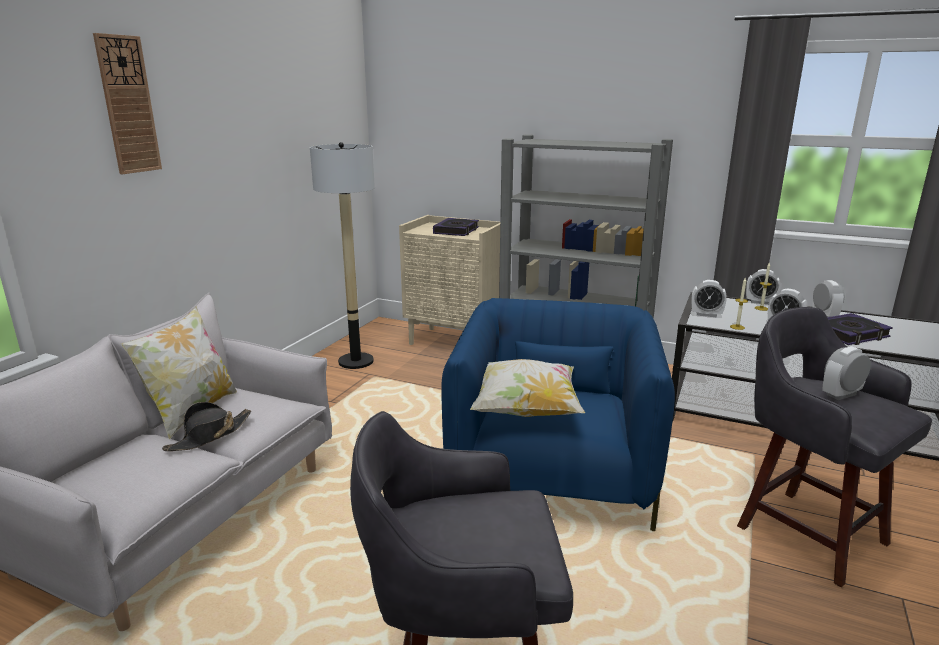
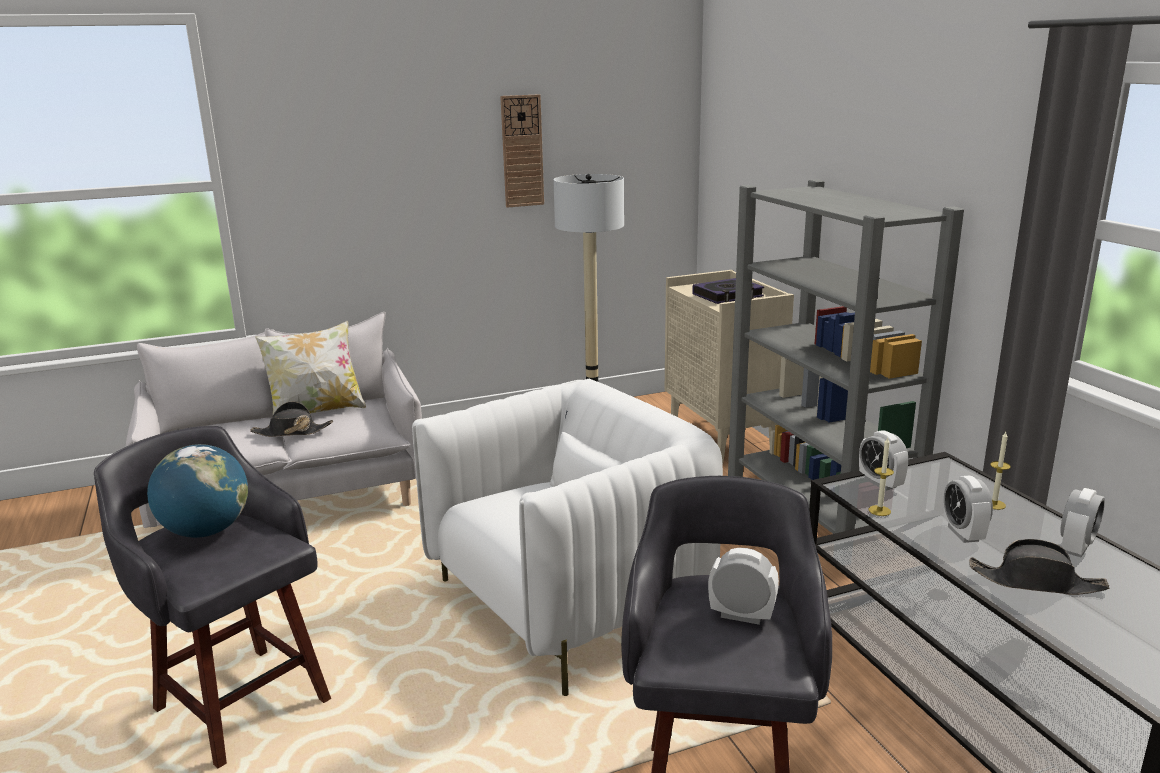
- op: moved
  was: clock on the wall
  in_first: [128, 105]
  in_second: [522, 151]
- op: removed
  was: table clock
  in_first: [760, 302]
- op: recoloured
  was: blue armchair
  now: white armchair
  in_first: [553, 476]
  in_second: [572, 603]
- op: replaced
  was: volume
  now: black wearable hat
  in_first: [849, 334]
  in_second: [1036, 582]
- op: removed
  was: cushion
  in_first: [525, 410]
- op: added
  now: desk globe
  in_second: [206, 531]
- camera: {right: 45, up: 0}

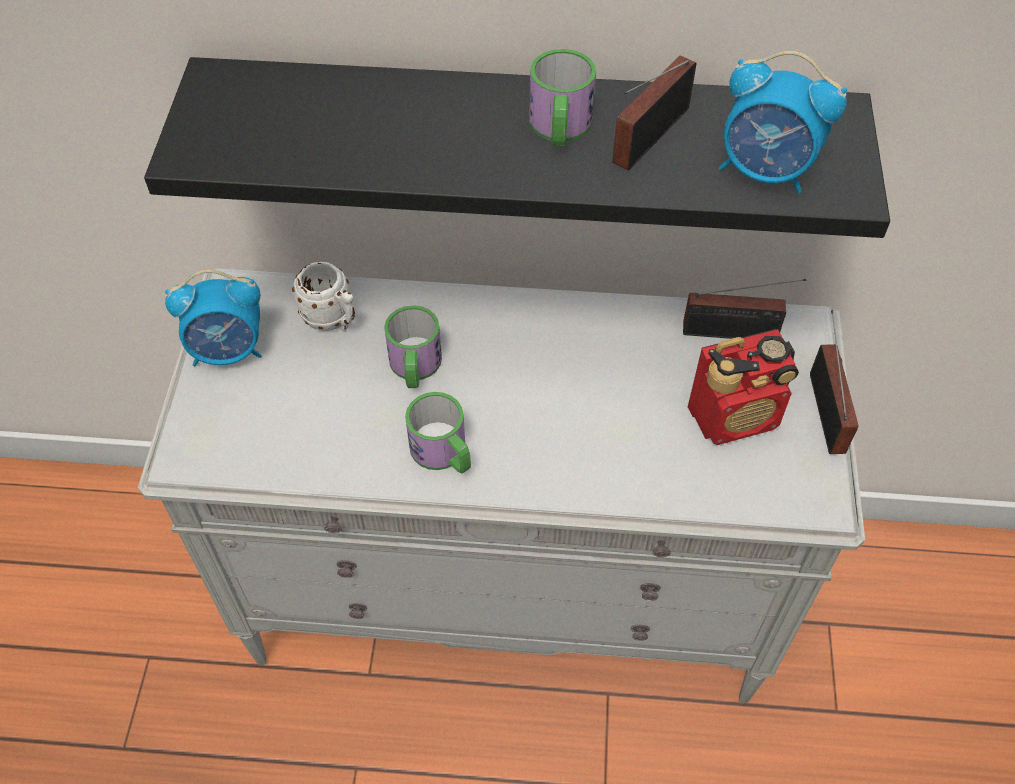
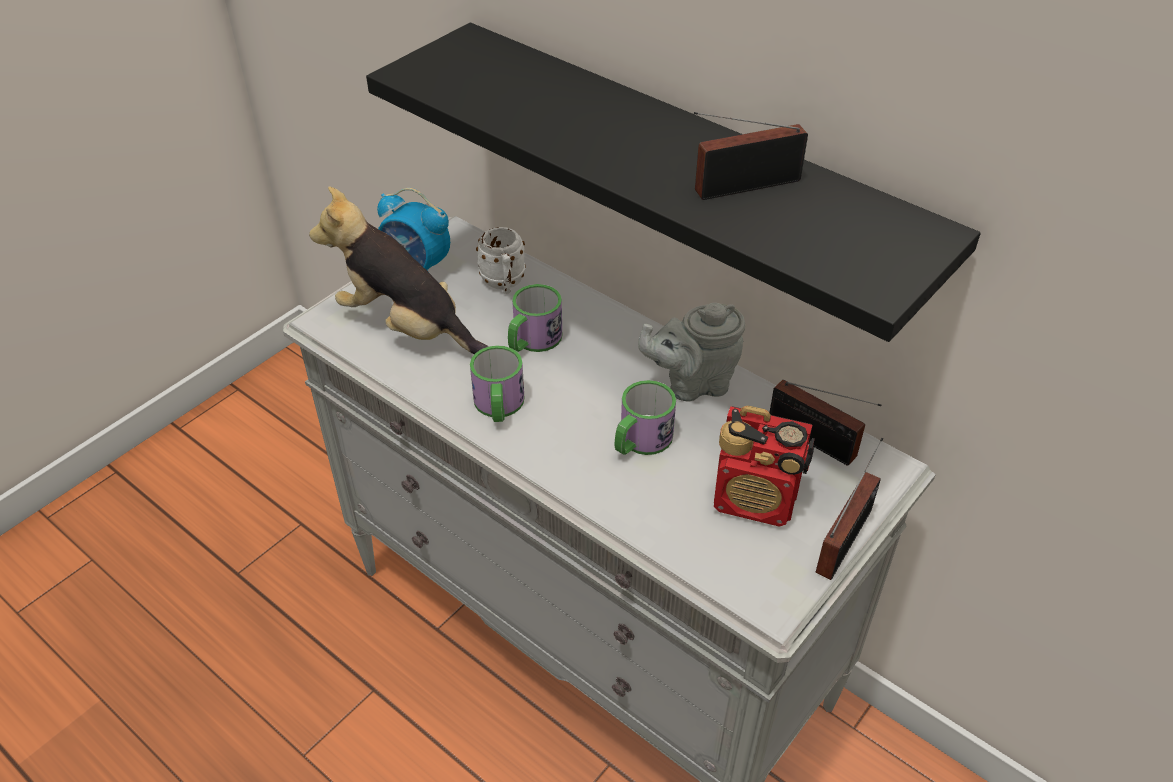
- op: moved
  was: tea mug
  in_first: [559, 129]
  in_second: [640, 441]
- op: removed
  was: table clock
  in_first: [765, 171]
- op: added
  now: plush toy
  in_second: [407, 327]
- op: added
  now: grey tea pot
  in_second: [692, 383]
- camera: {right: 35, up: -10}

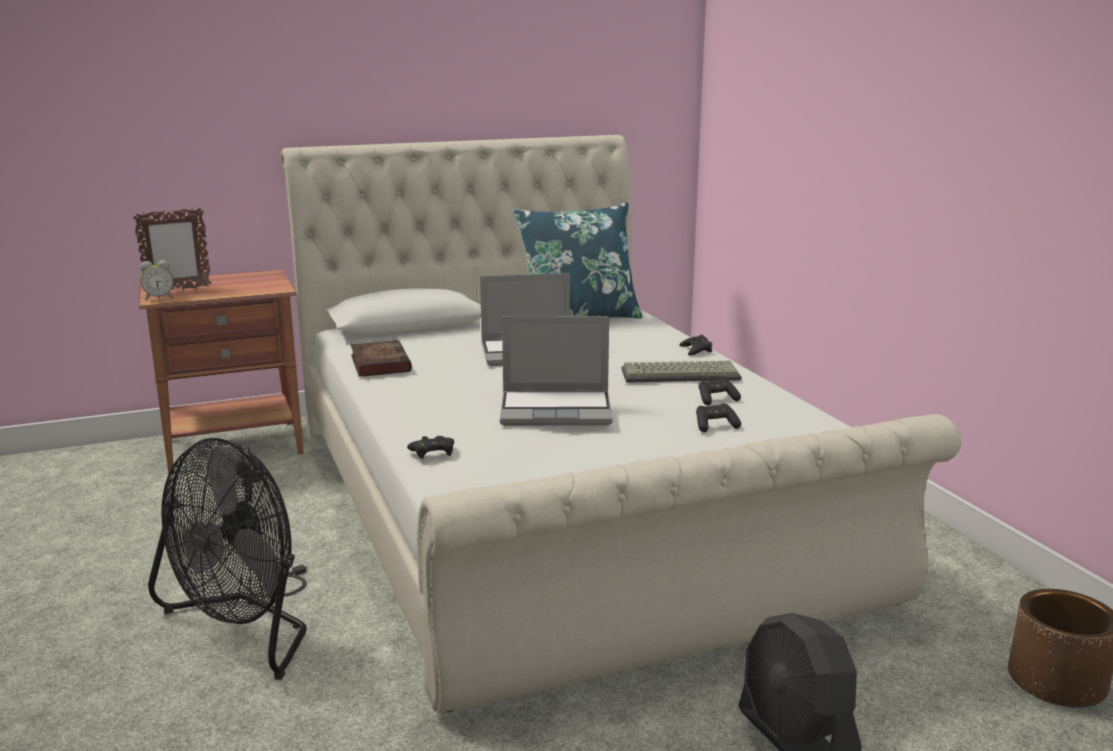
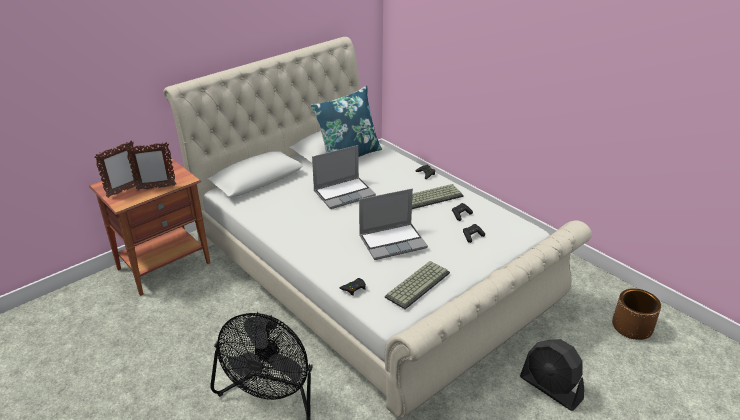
- op: removed
  was: table clock
  in_first: [159, 298]
- op: removed
  was: volume
  in_first: [379, 363]
- op: added
  now: photo frame
  in_second: [156, 187]
- op: added
  now: computer keyboard
  in_second: [417, 284]
- camera: {right: -20, up: 15}

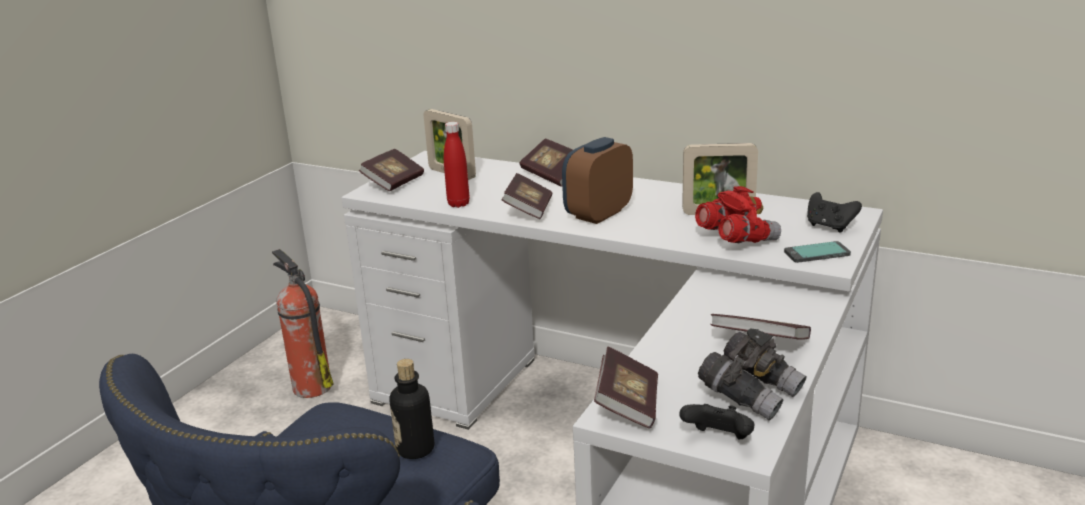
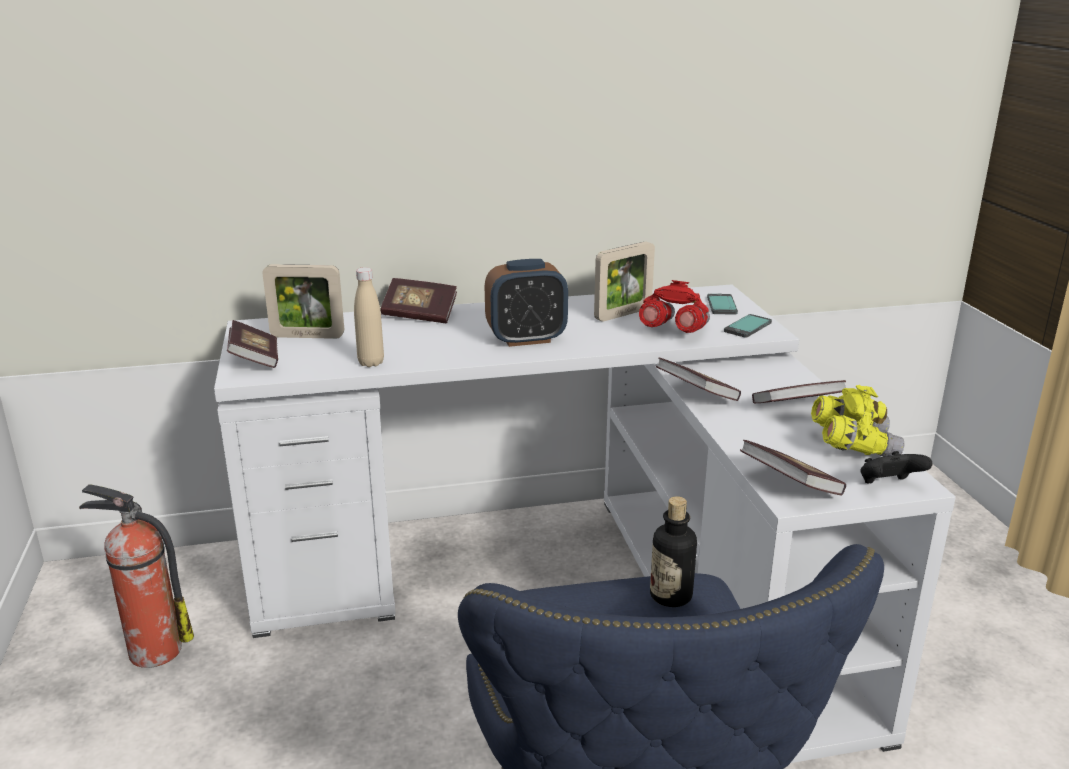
- op: recoloured
  was: red-coloured drink bottle
  now: beige drink bottle
  in_first: [458, 204]
  in_second: [371, 363]
- op: turned
  was: table clock
  in_first: [598, 214]
  in_second: [526, 339]
  clockwise: -105
- op: moved
  was: volume
  in_first: [528, 210]
  in_second: [696, 395]
- op: replaced
  was: black joypad
  now: phone
  in_first: [829, 226]
  in_second: [721, 305]
- op: recoloured
  was: grey pair of binoculars
  now: yellow-coloured pair of binoculars
  in_first: [751, 394]
  in_second: [852, 446]
- camera: {right: -40, up: 0}

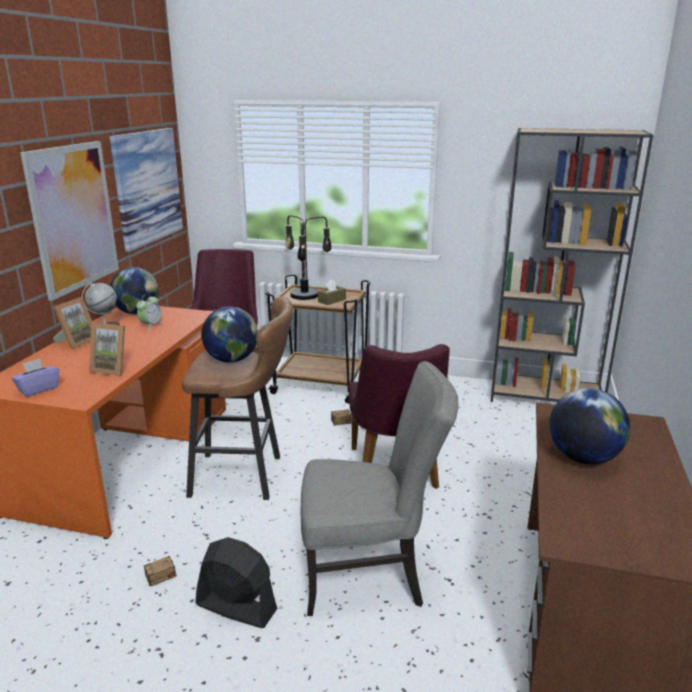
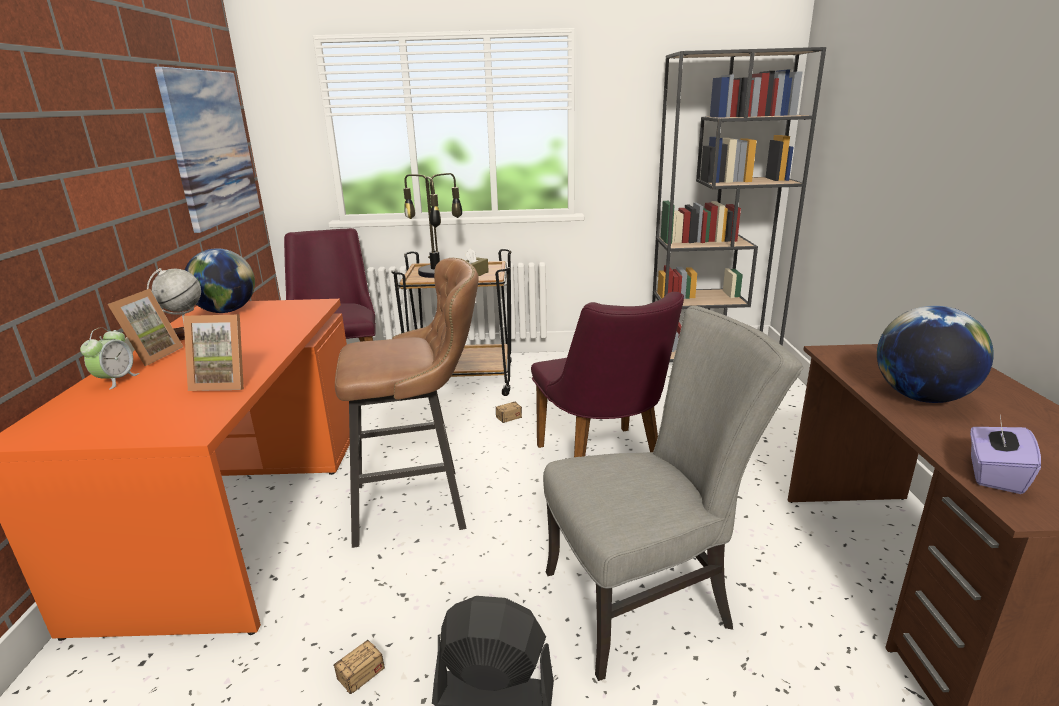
- op: removed
  was: wall art
  in_first: [73, 217]
- op: moved
  was: table clock
  in_first: [151, 325]
  in_second: [116, 380]
- op: removed
  was: desk globe
  in_first: [231, 360]
- op: moved
  was: purple-coloured box of tissues
  in_first: [38, 389]
  in_second: [994, 474]
- camera: {right: -15, up: 0}

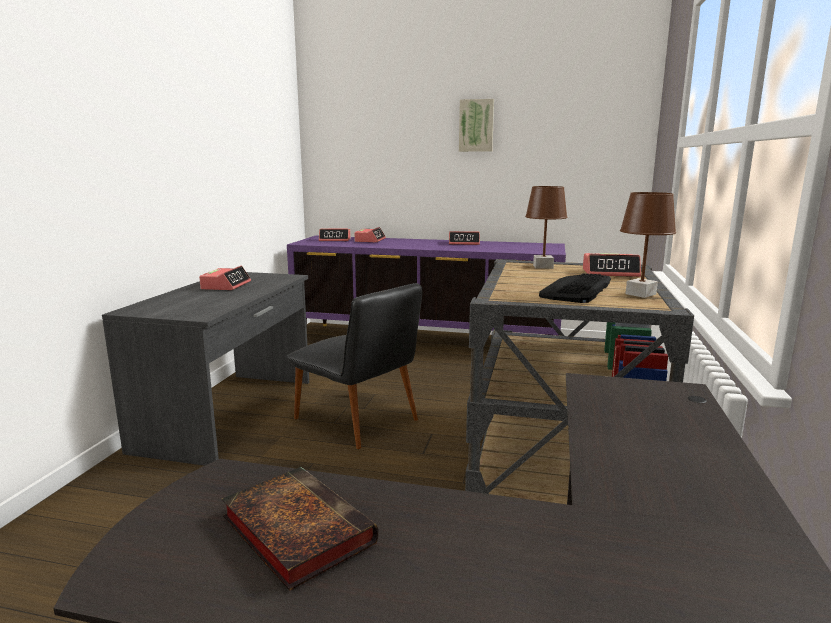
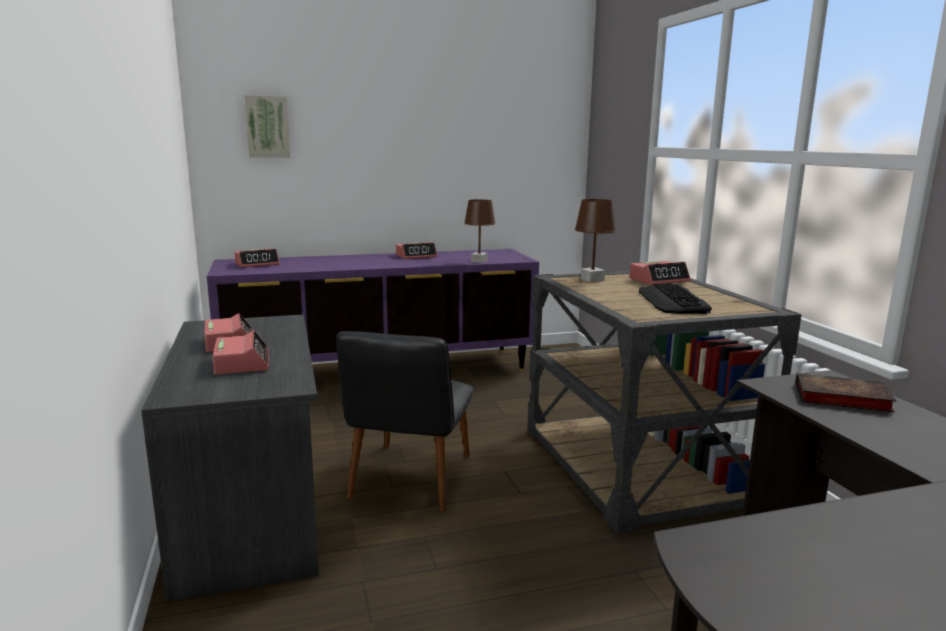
- op: moved
  was: wall art
  in_first: [476, 125]
  in_second: [267, 127]
- op: moved
  was: brownish lamp for a table
  in_first: [640, 294]
  in_second: [479, 261]
- op: moved
  was: table clock
  in_first: [370, 240]
  in_second: [242, 363]
- op: turned
  was: black plain chair
  in_first: [356, 419]
  in_second: [411, 476]
  clockwise: 90
- op: moved
  was: volume
  in_first: [293, 529]
  in_second: [839, 398]
- camera: {right: -30, up: 0}

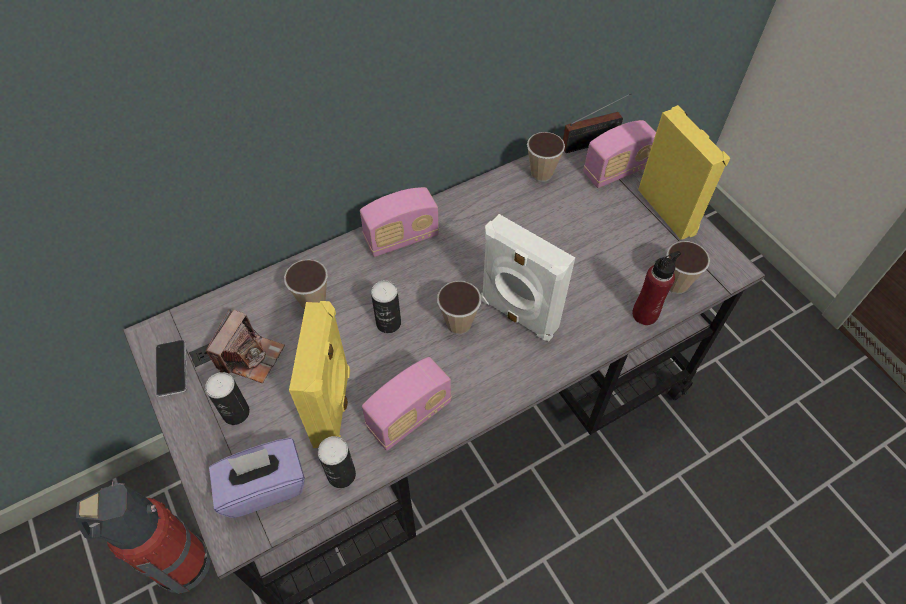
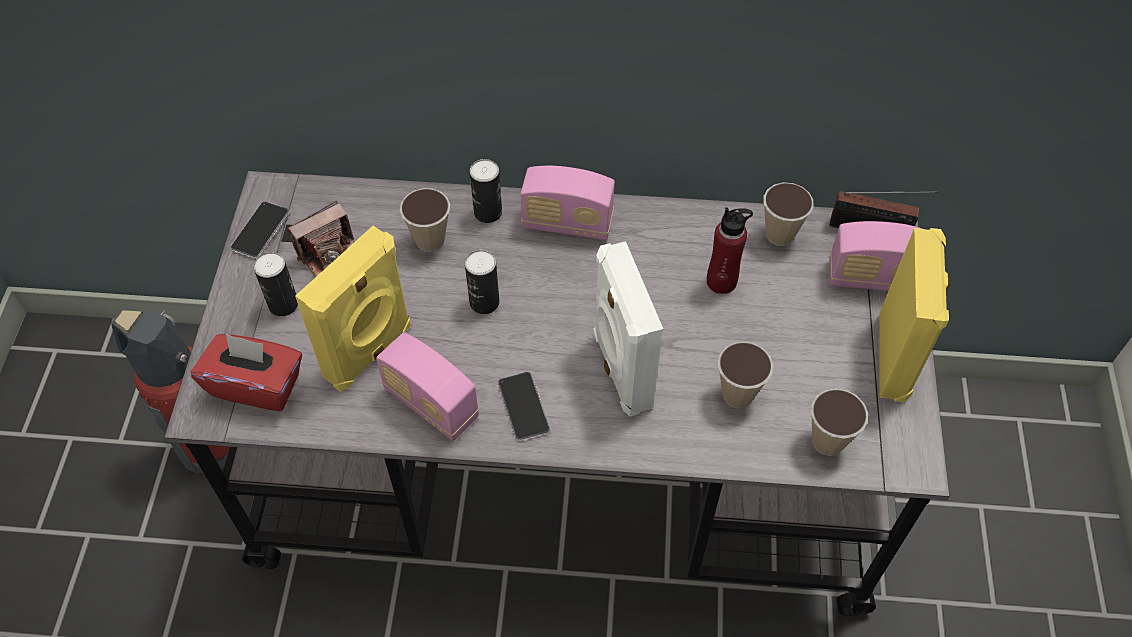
- op: moved
  was: red-coloured drink bottle
  in_first: [645, 314]
  in_second: [721, 281]
- op: moved
  was: drinking cup
  in_first: [458, 324]
  in_second: [738, 394]
- op: turned
  was: radio receiver
  in_first: [409, 416]
  in_second: [431, 404]
  clockwise: 45
- op: moved
  was: sealed can
  in_first: [341, 474]
  in_second: [488, 212]
- op: recoloured
  was: purple-coloured box of tissues
  now: red-coloured box of tissues
  in_first: [264, 486]
  in_second: [257, 385]
- op: added
  now: phone
  in_second: [523, 407]
- camera: {right: 35, up: 0}

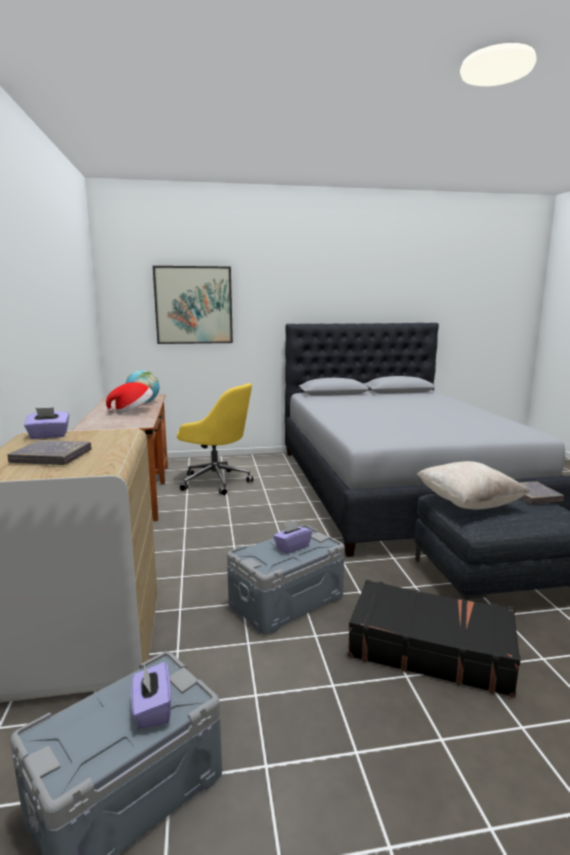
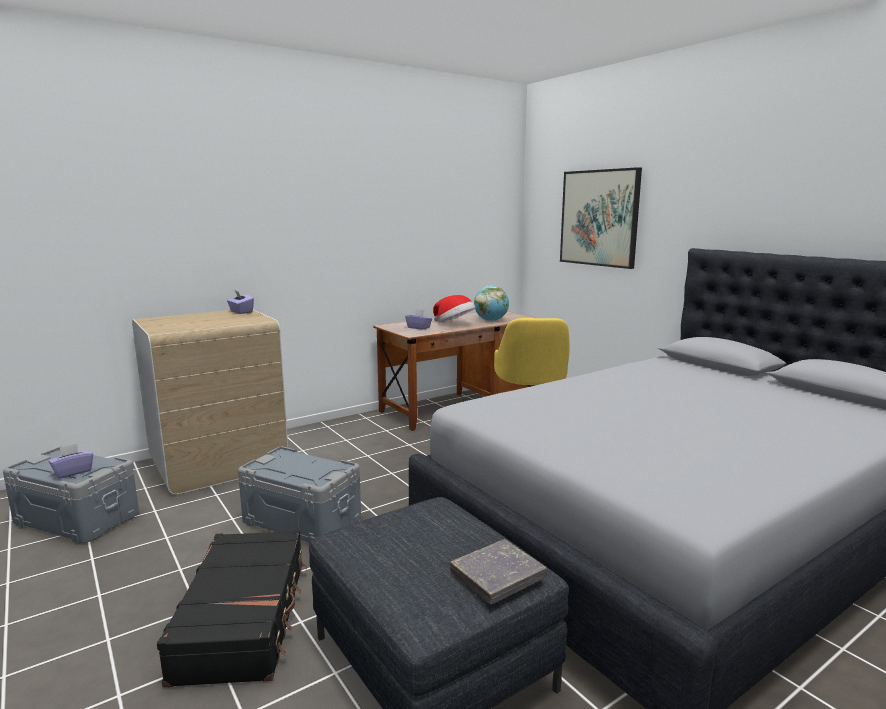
- op: removed
  was: grey volume
  in_first: [51, 457]
- op: removed
  was: beige cushion
  in_first: [468, 504]
- op: moved
  was: purple-coloured box of tissues
  in_first: [292, 547]
  in_second: [419, 328]
- camera: {right: 65, up: 0}

